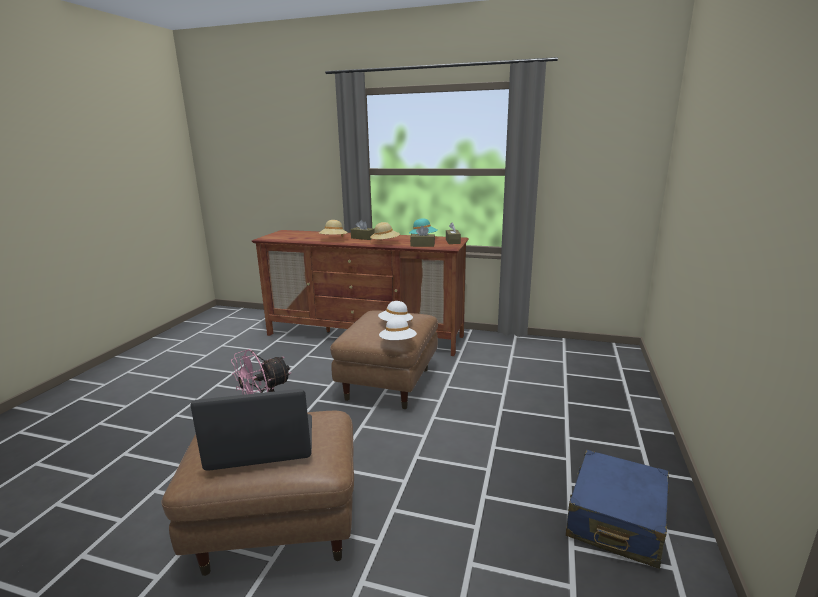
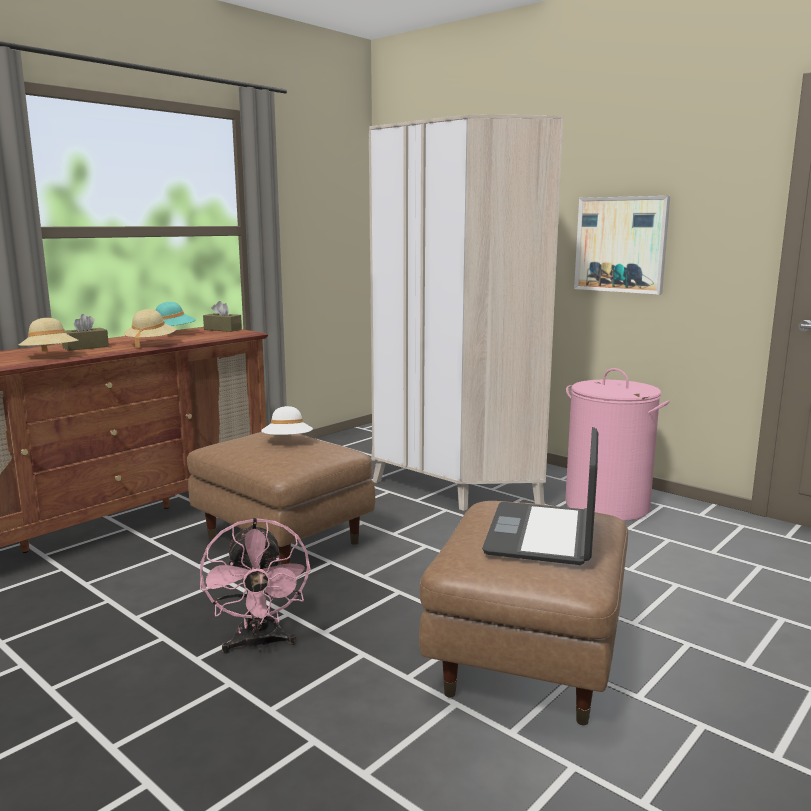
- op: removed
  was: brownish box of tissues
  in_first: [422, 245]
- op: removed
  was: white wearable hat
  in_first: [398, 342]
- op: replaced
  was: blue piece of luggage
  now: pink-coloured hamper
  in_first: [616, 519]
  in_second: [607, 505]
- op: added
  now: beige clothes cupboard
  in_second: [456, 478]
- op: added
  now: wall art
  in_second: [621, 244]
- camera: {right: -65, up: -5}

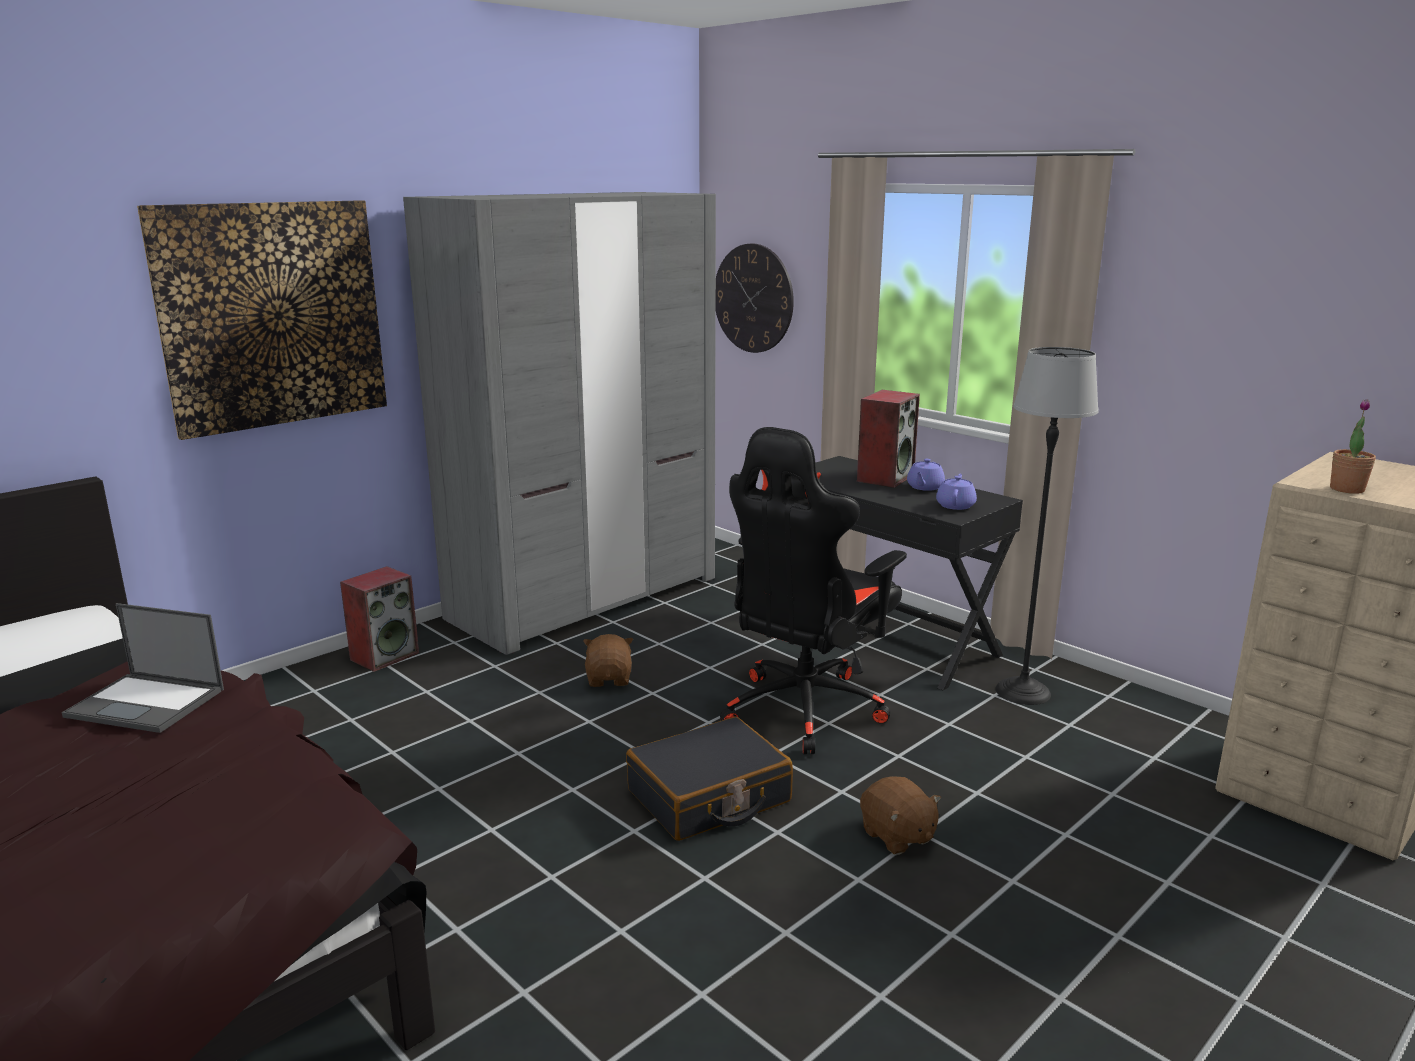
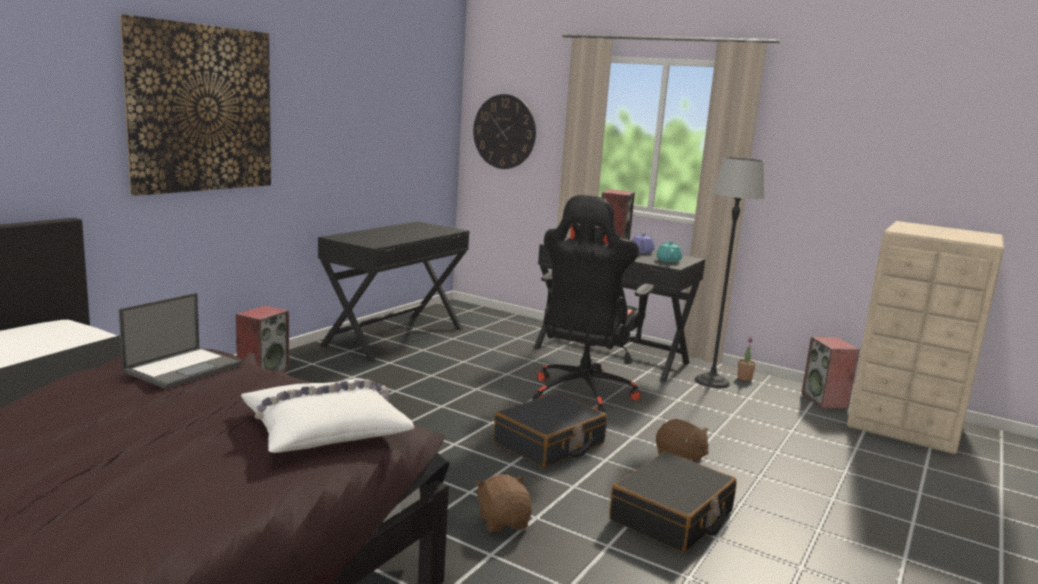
- op: replaced
  was: grey clothes cupboard
  now: black desk
  in_first: [585, 598]
  in_second: [394, 337]
- op: moved
  was: potted plant
  in_first: [1347, 489]
  in_second: [744, 378]
- op: recoloured
  was: purple-coloured tea pot
  now: turquoise tea pot
  in_first: [955, 505]
  in_second: [668, 260]
- op: turned
  was: notebook computer
  in_first: [148, 703]
  in_second: [184, 368]
  clockwise: -60
- op: moved
  was: brownish plush toy
  in_first: [609, 679]
  in_second: [503, 522]
- op: added
  now: loudspeaker
  in_second: [825, 401]
- op: added
  now: white cushion
  in_second: [325, 428]
- op: added
  now: black piece of luggage
  in_second: [672, 517]
- camera: {right: -15, up: -5}

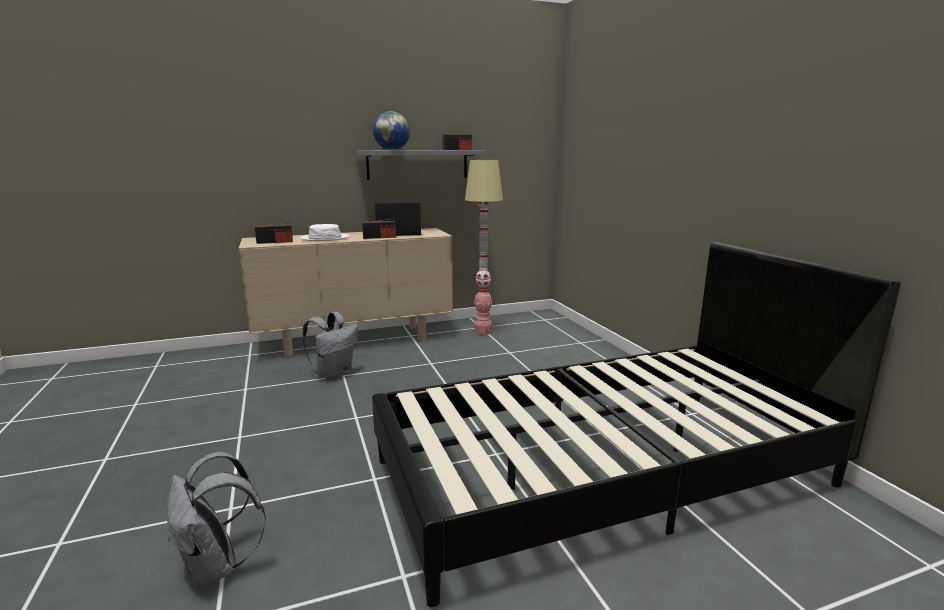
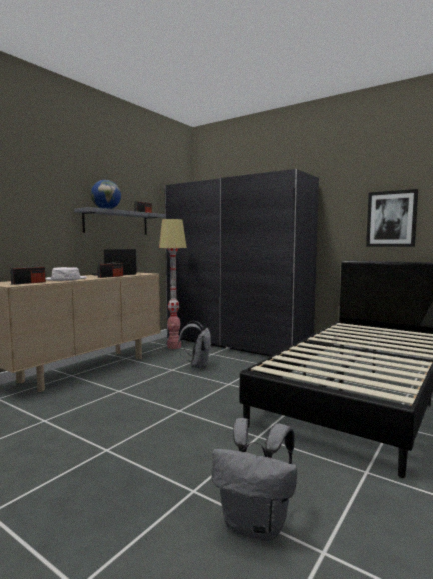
- op: moved
  was: grey rucksack
  in_first: [334, 374]
  in_second: [197, 366]
- op: added
  now: grey clothes cupboard
  in_second: [236, 343]
- op: added
  now: wall art
  in_second: [391, 219]
- camera: {right: -35, up: -10}

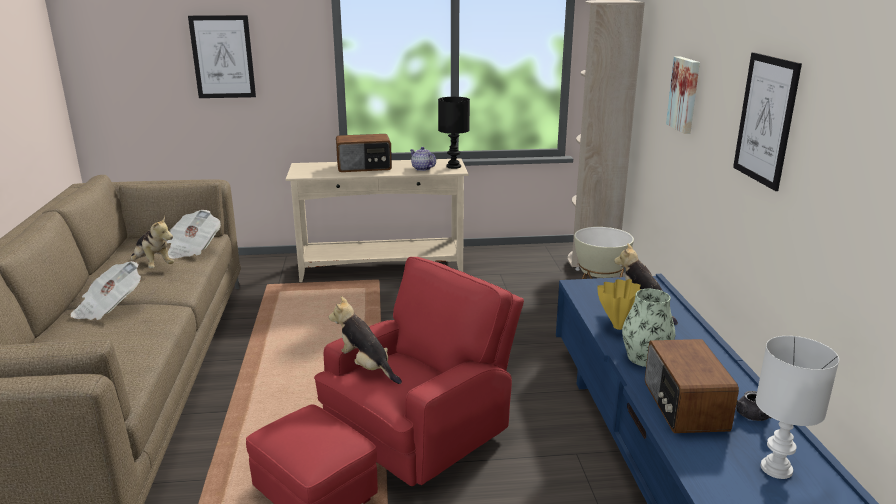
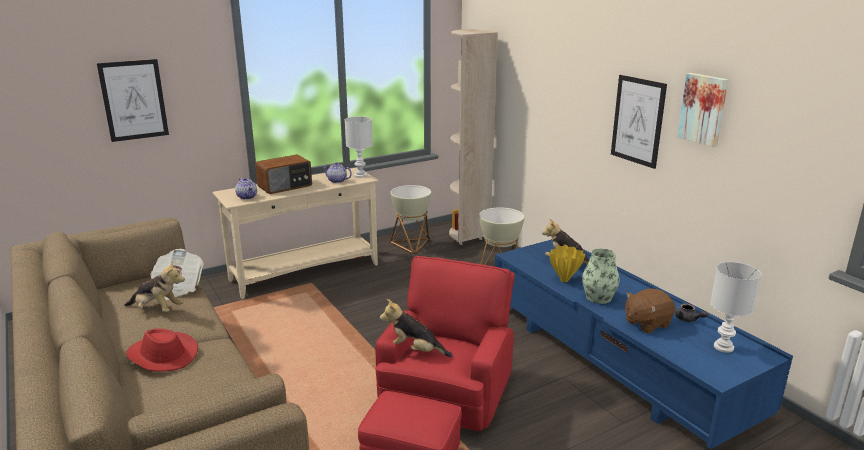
- op: moved
  was: wall art
  in_first: [685, 94]
  in_second: [704, 109]
- op: recoloured
  was: black lamp for a table
  now: white lamp for a table
  in_first: [454, 167]
  in_second: [361, 175]
- op: replaced
  was: newspaper
  now: red-coloured wearable hat
  in_first: [109, 308]
  in_second: [161, 355]
- op: replaced
  was: radio receiver
  now: brownish plush toy
  in_first: [683, 406]
  in_second: [646, 323]
- op: added
  now: tea pot
  in_second: [247, 197]
- op: added
  now: planter
  in_second: [411, 245]
- camera: {right: -25, up: 0}

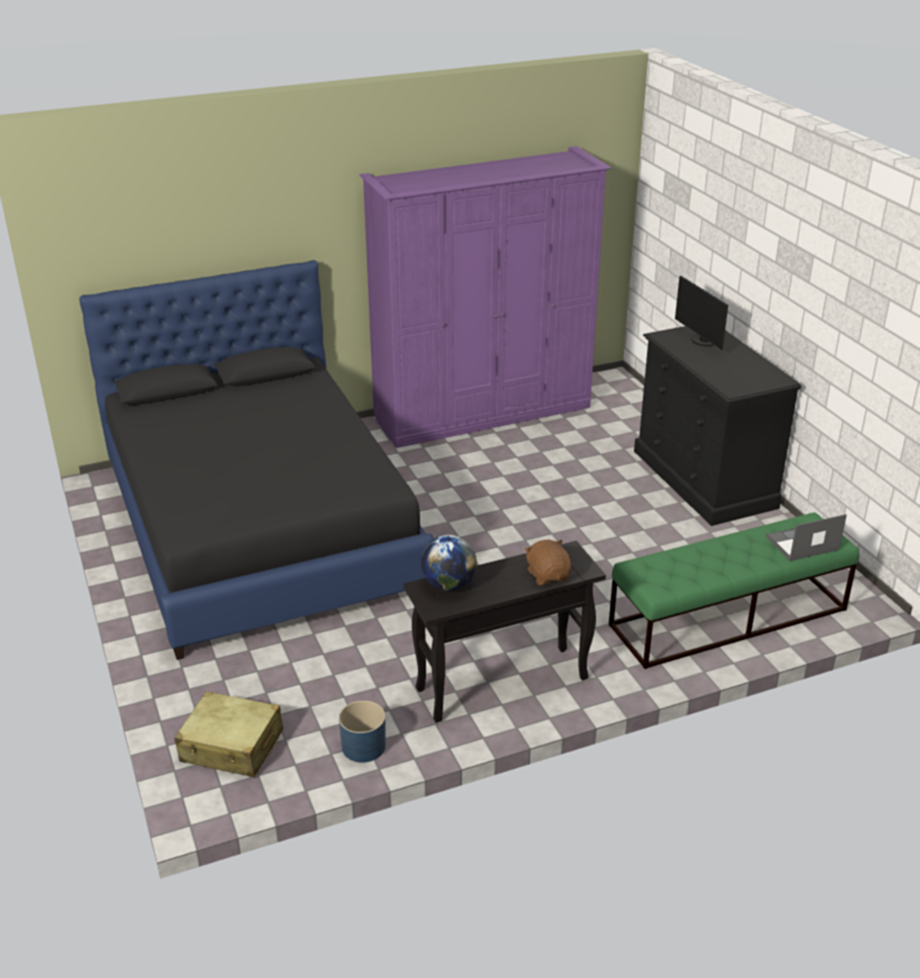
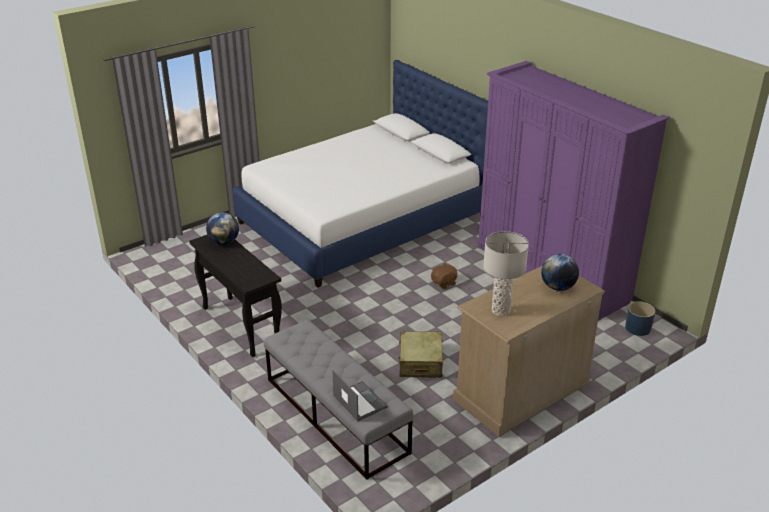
- op: recoloured
  was: black bed
  now: white bed
  in_first: [260, 527]
  in_second: [363, 220]
- op: replaced
  was: monitor
  now: desk globe
  in_first: [702, 341]
  in_second: [558, 287]
- op: recoloured
  was: black dresser
  now: beige dresser
  in_first: [703, 479]
  in_second: [521, 391]
- op: recoloured
  was: green indoor bench
  now: grey indoor bench
  in_first: [727, 617]
  in_second: [335, 415]
- op: moved
  was: brownish plush toy
  in_first: [548, 575]
  in_second: [444, 283]
- op: moved
  was: beige piece of luggage
  in_first: [232, 746]
  in_second: [420, 362]
- op: moved
  was: blue planter
  in_first: [363, 746]
  in_second: [638, 328]
- op: added
  now: white lamp for a table
  in_second: [500, 311]
- camera: {right: 75, up: 0}

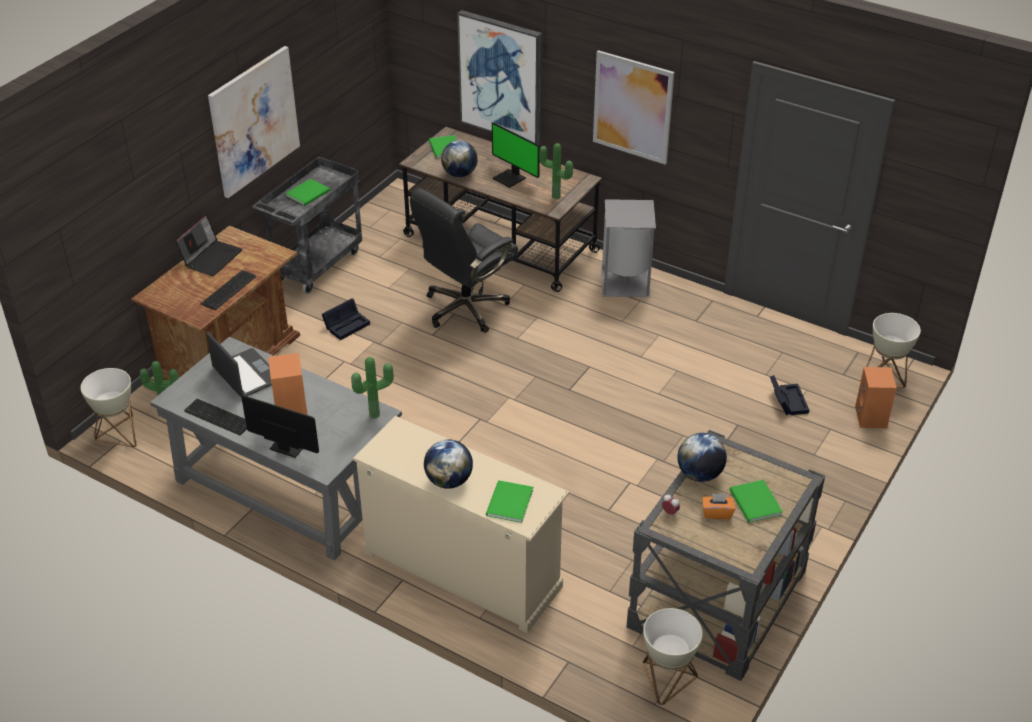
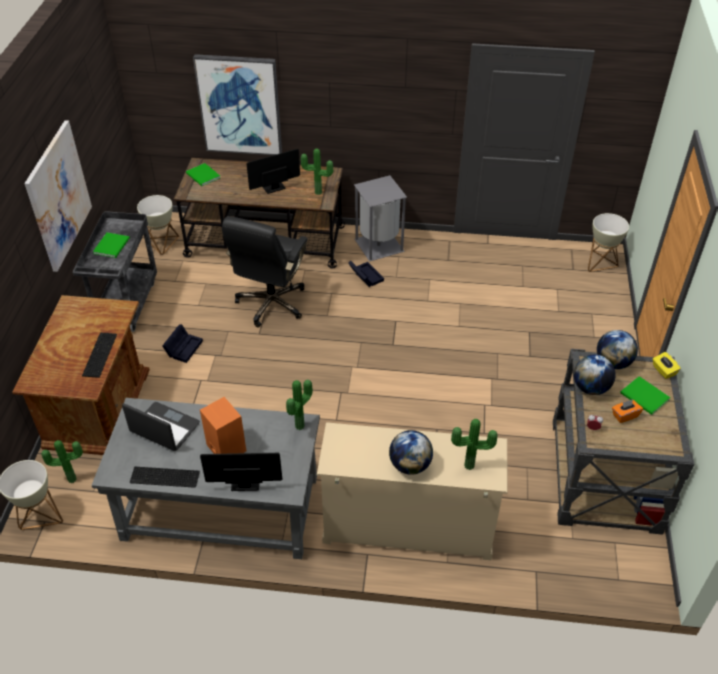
- op: removed
  was: wall art
  in_first: [632, 107]
- op: turned
  was: monitor
  in_first: [510, 178]
  in_second: [272, 187]
  clockwise: 135
- op: moved
  was: desk globe
  in_first: [459, 174]
  in_second: [613, 362]
- op: removed
  was: notebook computer
  in_first: [211, 257]
- op: removed
  was: orange loudspeaker
  in_first: [871, 418]
- op: moved
  was: black storage bin
  in_first: [787, 400]
  in_second: [365, 276]
- op: replaced
  was: green volume
  now: potted plant
  in_first: [508, 503]
  in_second: [469, 467]
- op: moved
  was: planter
  in_first: [666, 682]
  in_second: [162, 244]
- op: added
  now: yellow-coloured box of tissues
  in_second: [663, 371]
- camera: {right: -25, up: 5}

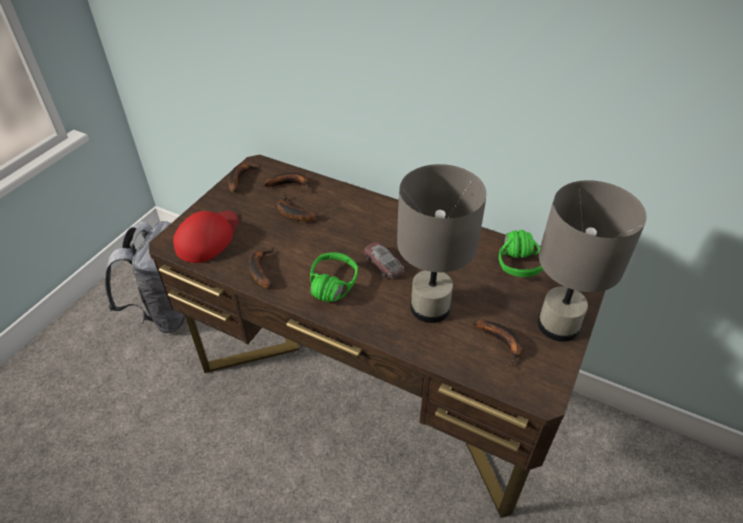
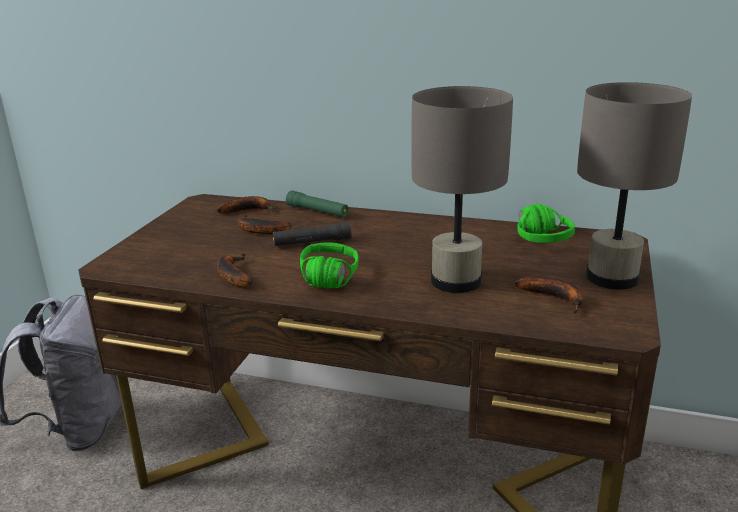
- op: removed
  was: banana
  in_first: [240, 178]
- op: removed
  was: red-coloured peaked cap
  in_first: [208, 237]
- op: removed
  was: miniature car
  in_first: [383, 263]
- op: added
  now: green hand torch
  in_second: [317, 211]
- op: added
  now: black hand torch
  in_second: [312, 242]
- camera: {right: -10, up: -20}

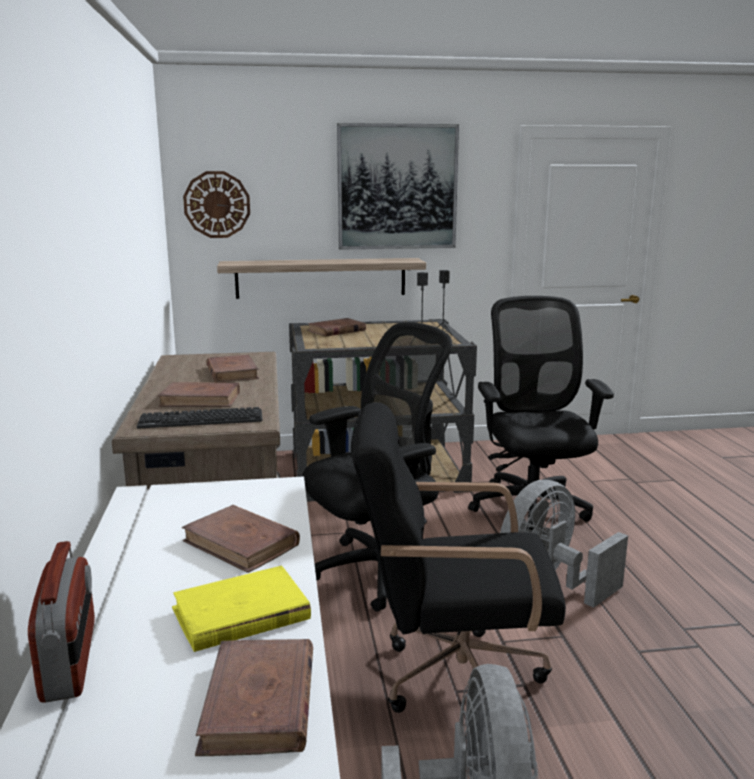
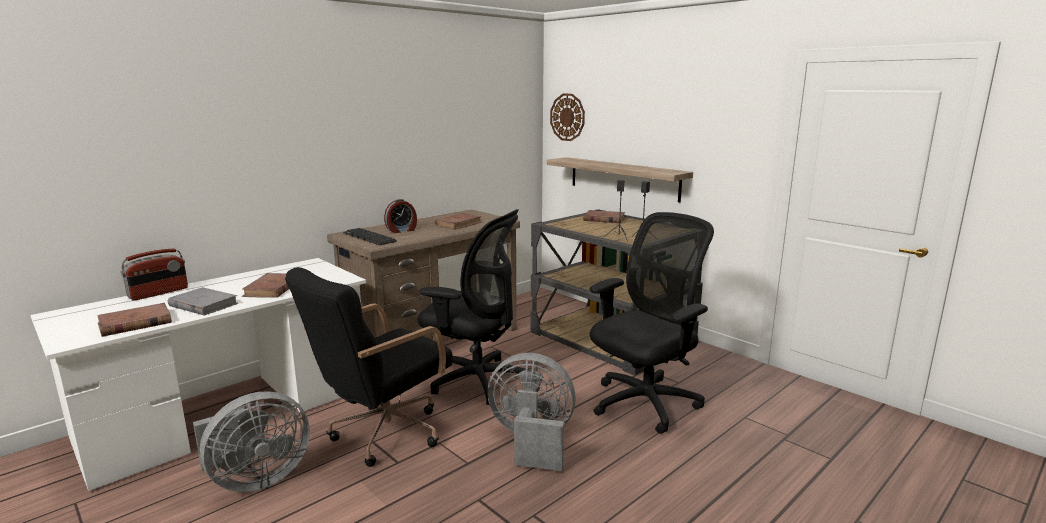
- op: removed
  was: wall art
  in_first: [397, 187]
- op: replaced
  was: brownish volume
  now: table clock
  in_first: [201, 399]
  in_second: [401, 230]
- op: turned
  was: black office chair
  in_first: [451, 679]
  in_second: [383, 437]
  clockwise: -105
- op: recoloured
  was: yellow-coloured volume
  now: grey volume
  in_first: [240, 614]
  in_second: [203, 305]
- camera: {right: 55, up: 0}

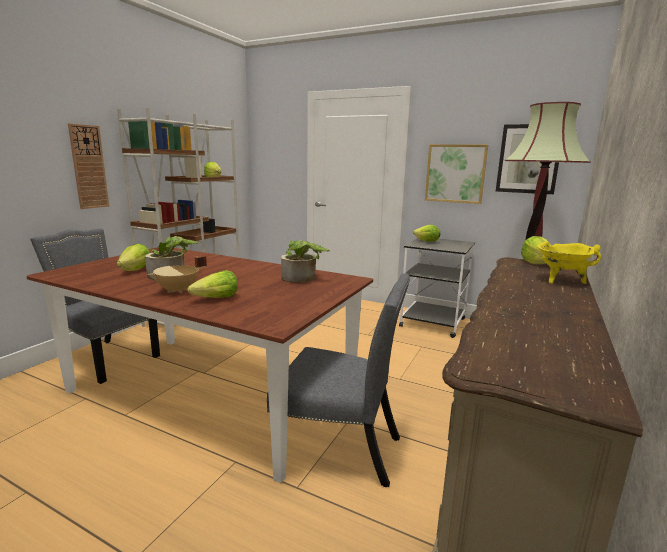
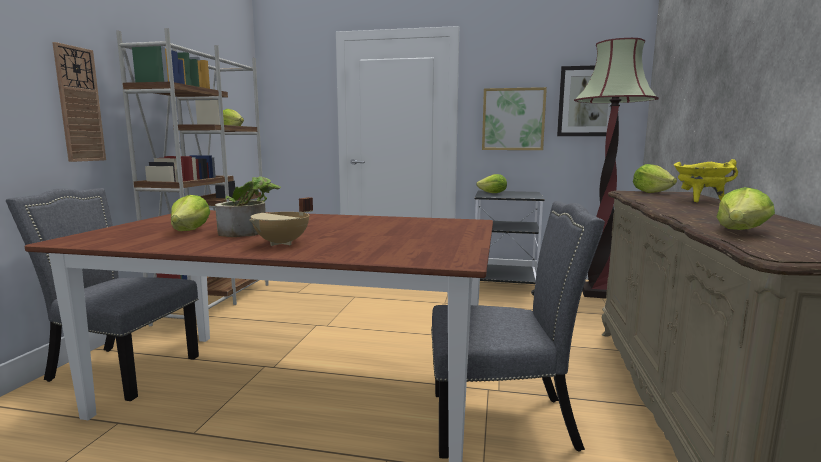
- op: removed
  was: potted plant
  in_first: [302, 279]
- op: moved
  was: head of lettuce
  in_first: [216, 298]
  in_second: [741, 232]
- camera: {right: -15, up: -5}

